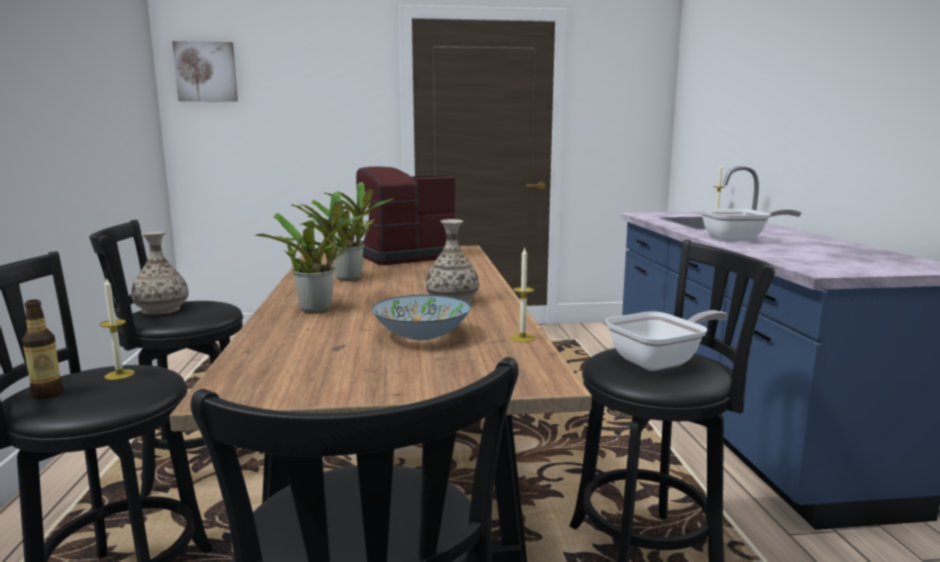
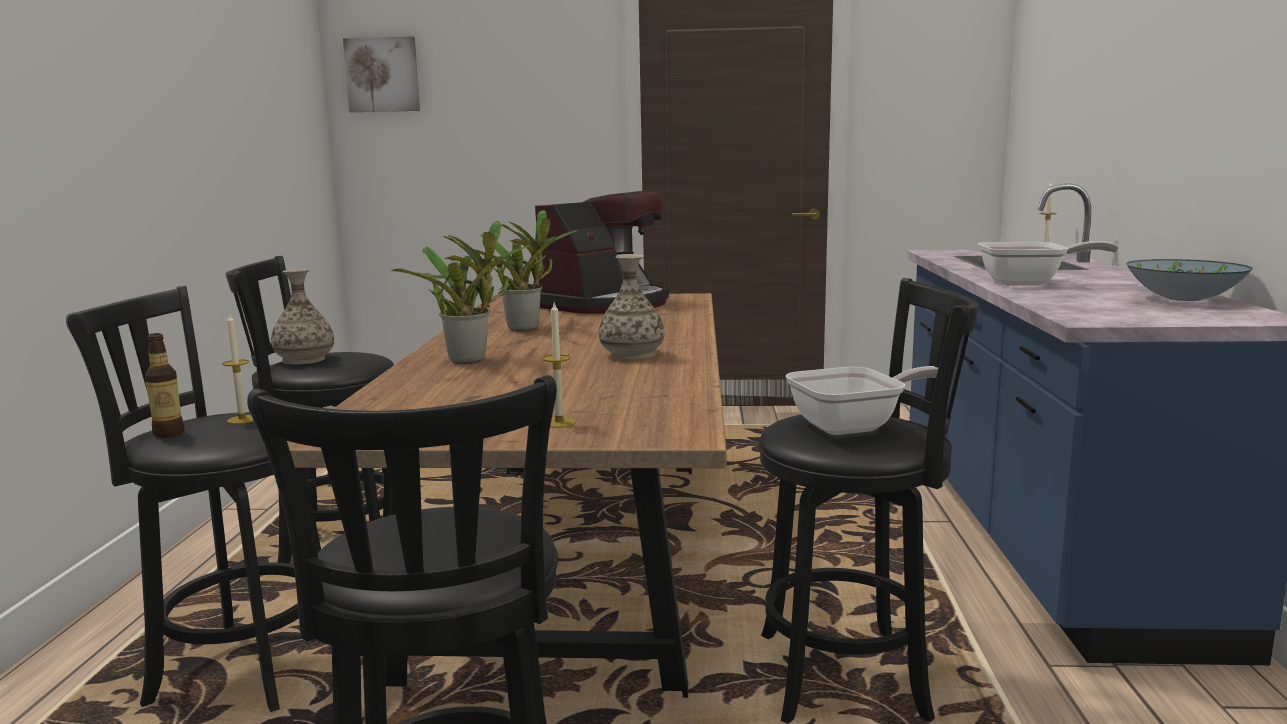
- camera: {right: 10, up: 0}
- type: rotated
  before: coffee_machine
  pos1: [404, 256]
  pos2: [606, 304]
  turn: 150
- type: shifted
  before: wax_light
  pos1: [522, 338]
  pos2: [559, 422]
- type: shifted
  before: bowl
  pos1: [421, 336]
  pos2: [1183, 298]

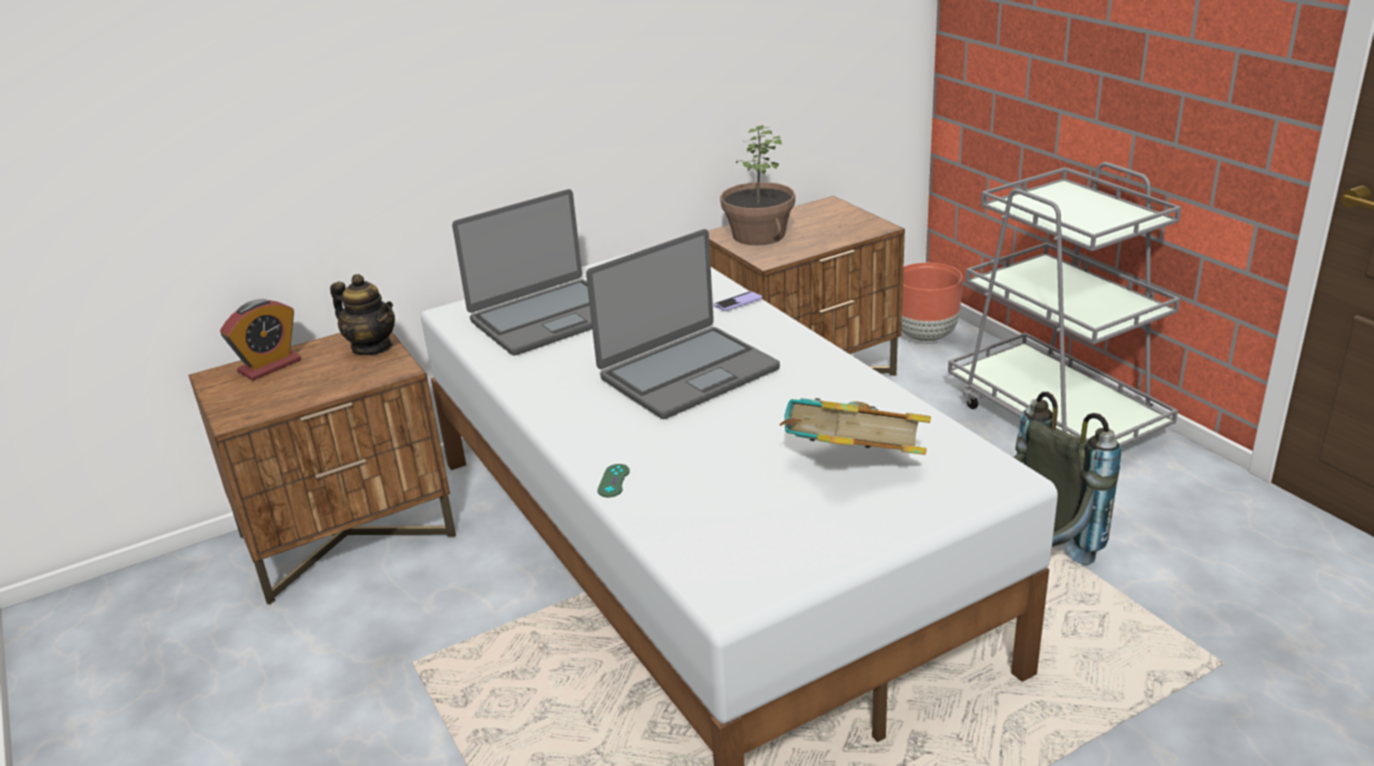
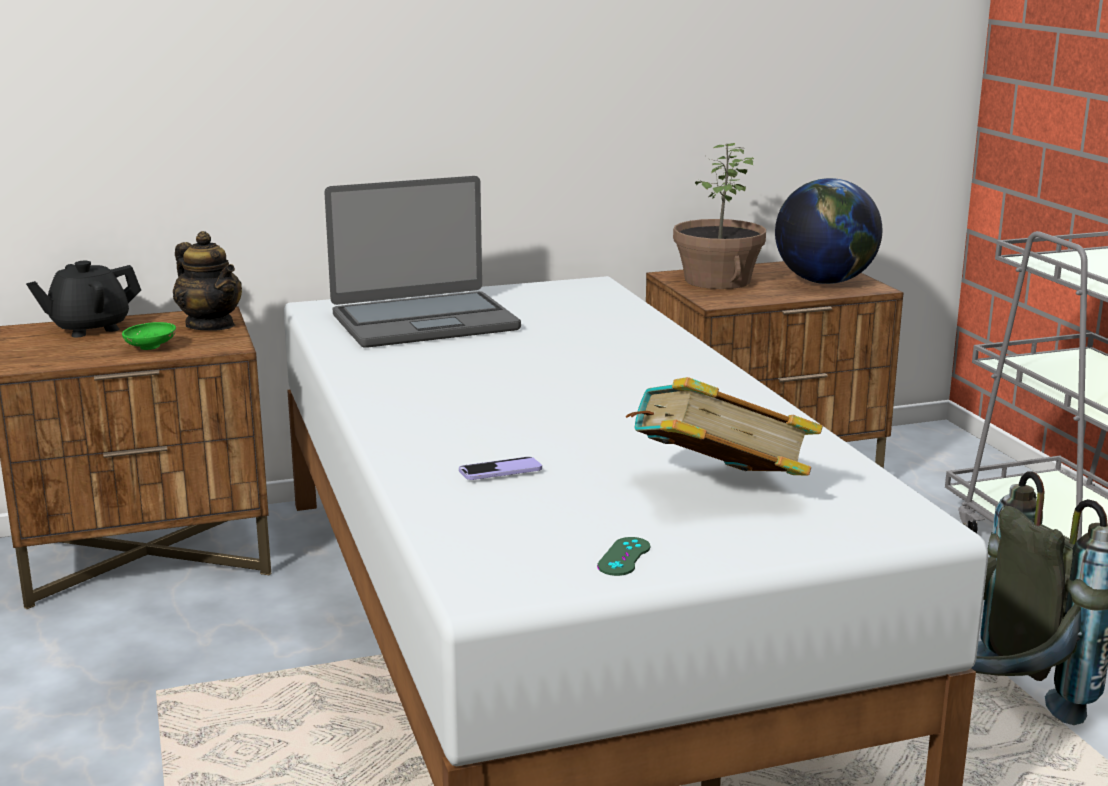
- camera: {right: 10, up: -10}
- type: gone
  before: portable_computer
  pos1: [687, 373]
- type: gone
  before: brownish_planter
  pos1: [924, 336]
- type: shifted
  before: handset
  pos1: [738, 303]
  pos2: [500, 471]
- type: swapped
  before: table_clock
  after: black-coloured_pot_for_tea
  pos1: [270, 366]
  pos2: [89, 328]
- type: shifted
  before: green_game_controller
  pos1: [613, 481]
  pos2: [624, 557]
- type: new
  after: globe
  pos2: [825, 282]
- type: new
  after: green_bowl
  pos2: [150, 348]

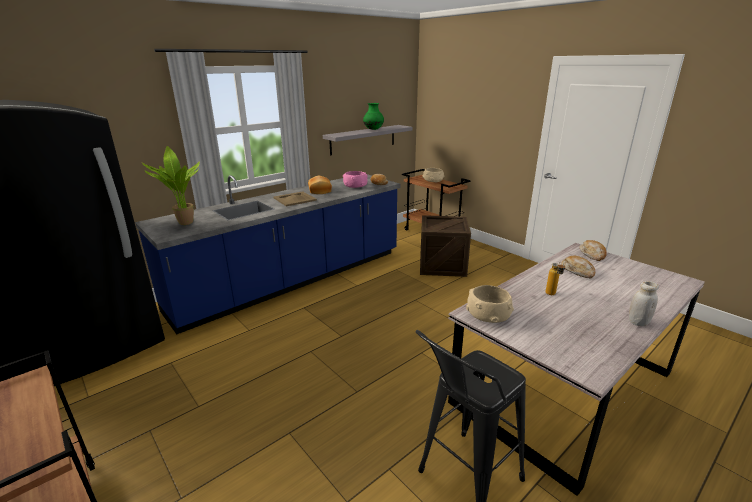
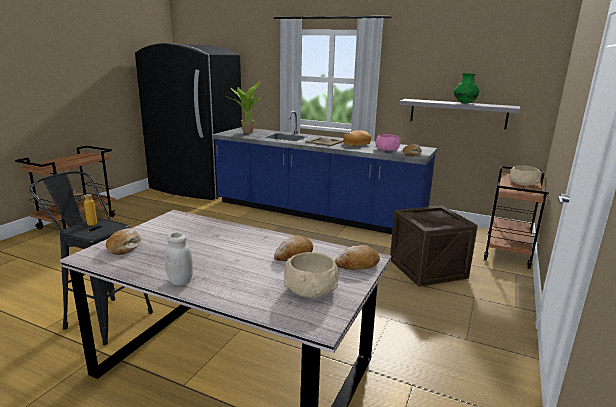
- camera: {right: 65, up: -5}
- type: shifted
  before: beverage_bottle
  pos1: [552, 295]
  pos2: [88, 224]
- type: shifted
  before: beige_bowl
  pos1: [487, 315]
  pos2: [310, 288]
- type: new
  after: bakery_bread
  pos2: [125, 247]

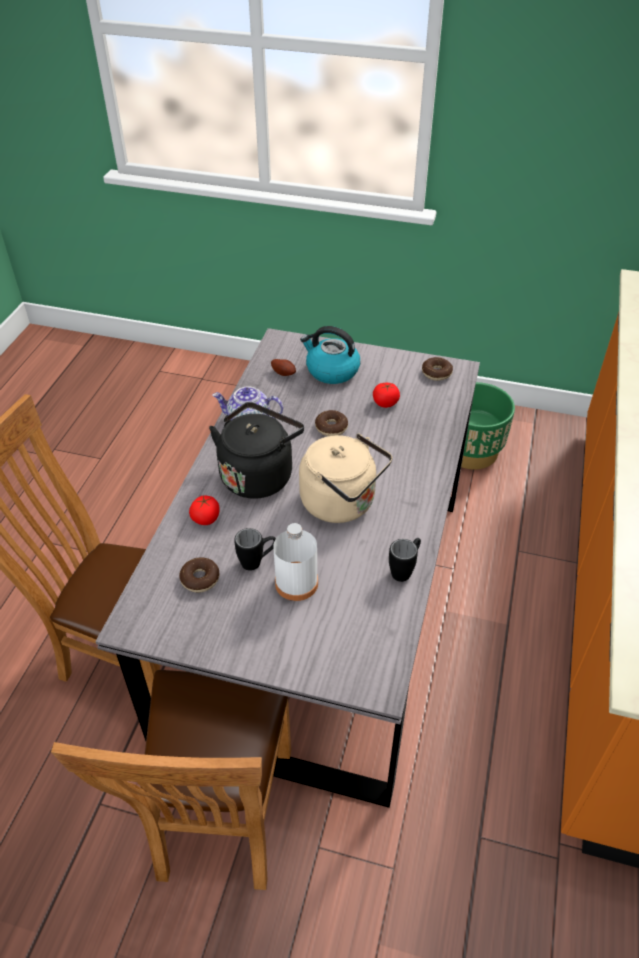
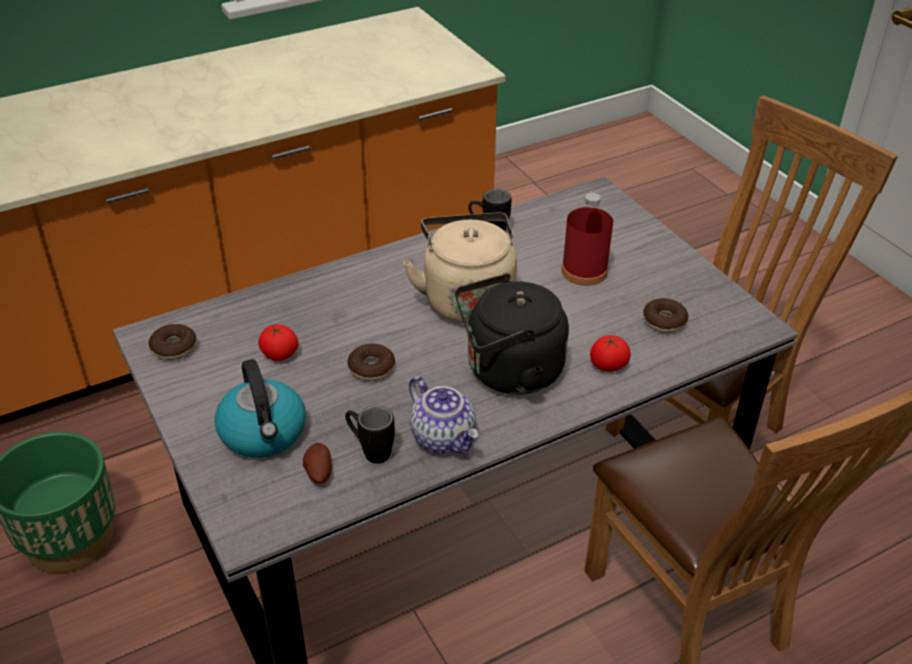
- camera: {right: -135, up: -5}
- type: repainted
  before: white-coloured_beverage_bottle
  after: reddish_beverage_bottle
  pos1: [296, 583]
  pos2: [584, 271]
- type: shifted
  before: black-coloured_tea_mug
  pos1: [257, 562]
  pos2: [370, 451]

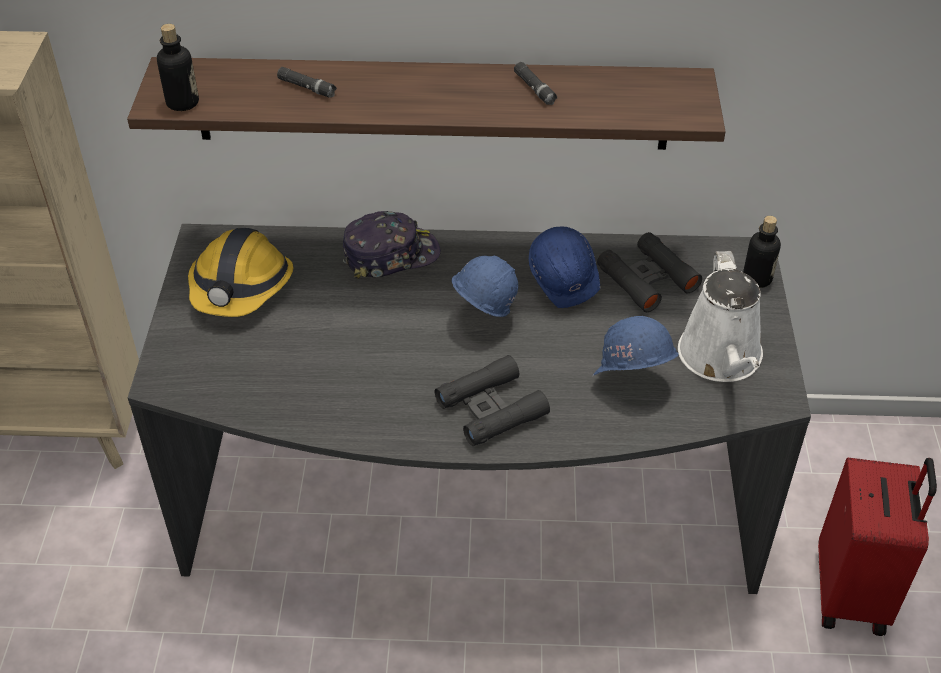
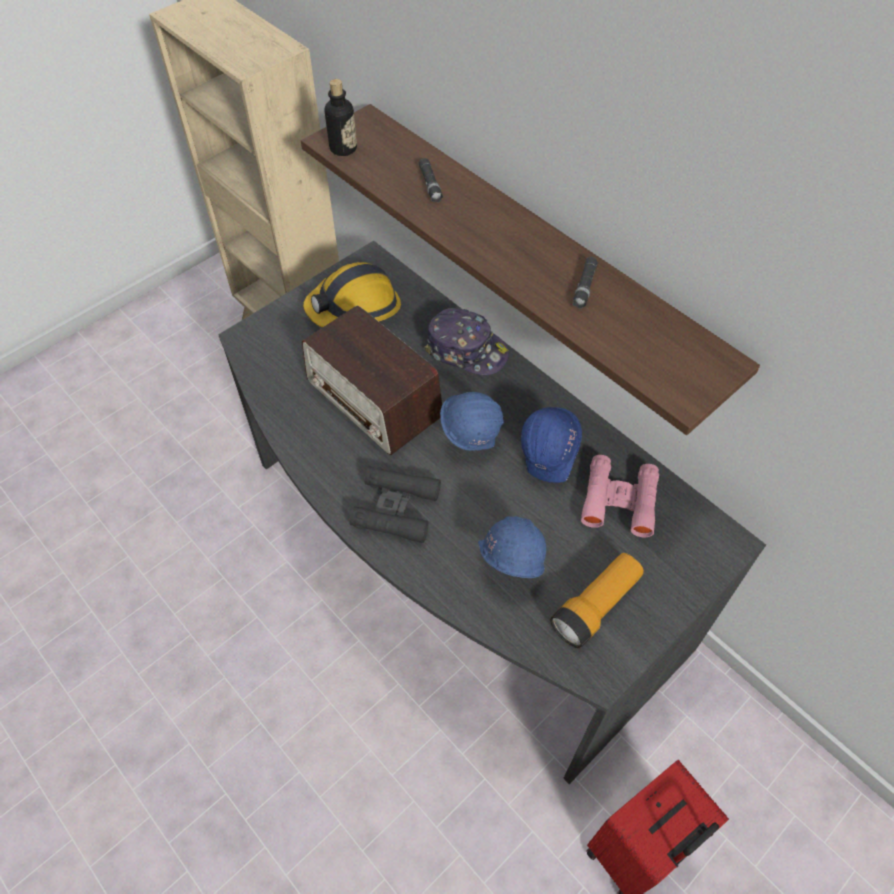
- camera: {right: 45, up: 10}
- type: gone
  before: beverage_bottle
  pos1: [757, 279]
- type: repainted
  before: black-coloured_binoculars
  after: pink-coloured_binoculars
  pos1: [647, 279]
  pos2: [619, 500]
- type: swapped
  before: white-coloured_sprinkling_can
  after: hand_torch
  pos1: [721, 359]
  pos2: [596, 606]
- type: new
  after: radio_receiver
  pos2: [374, 399]

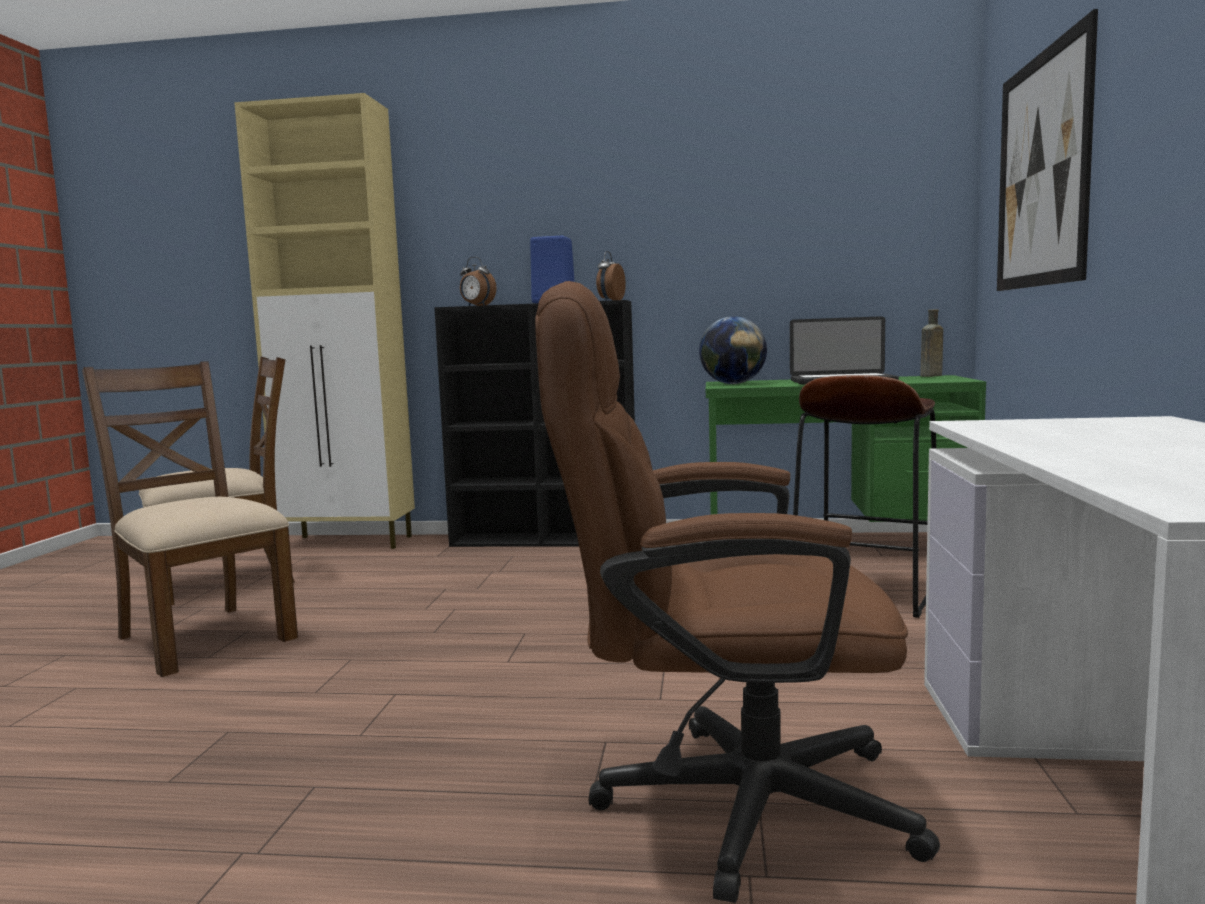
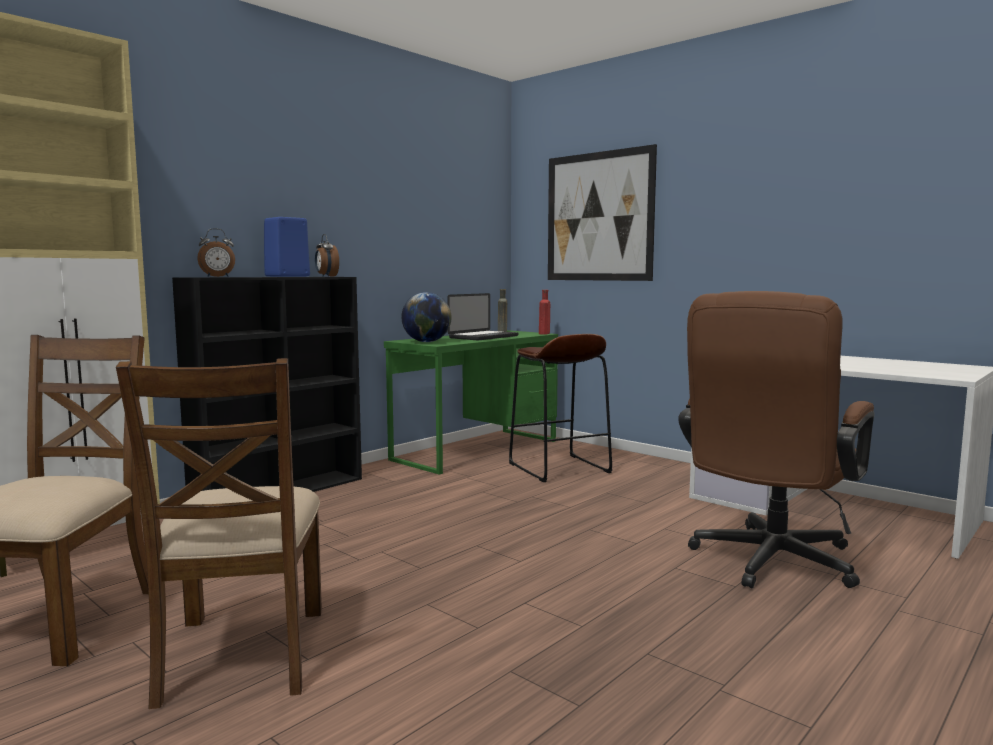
- camera: {right: -55, up: 0}
- type: rotated
  before: brownish_chair
  pos1: [203, 637]
  pos2: [242, 654]
  turn: -90
- type: new
  after: reddish_beverage_bottle
  pos2: [544, 333]

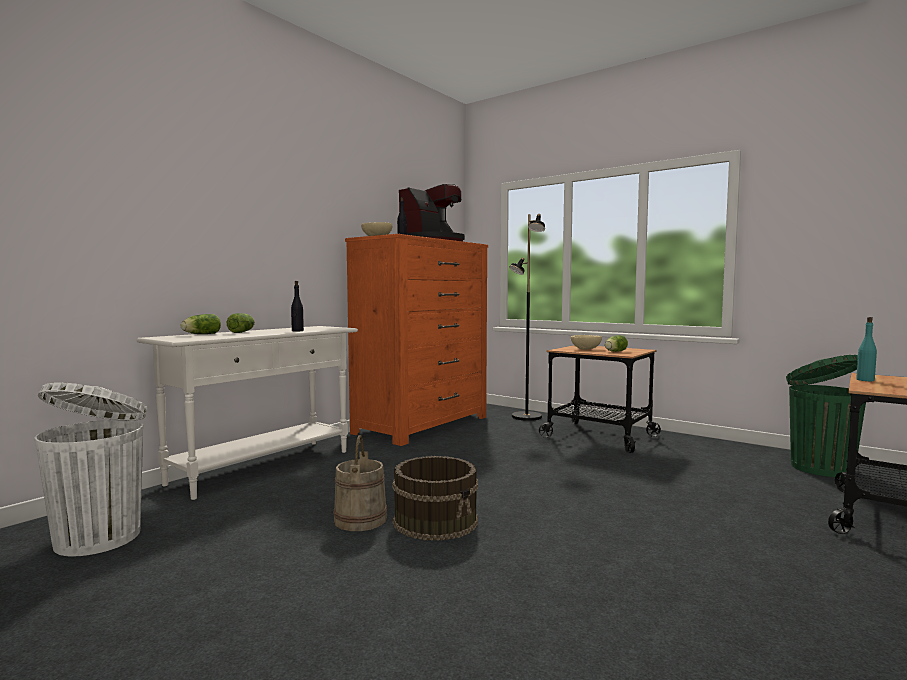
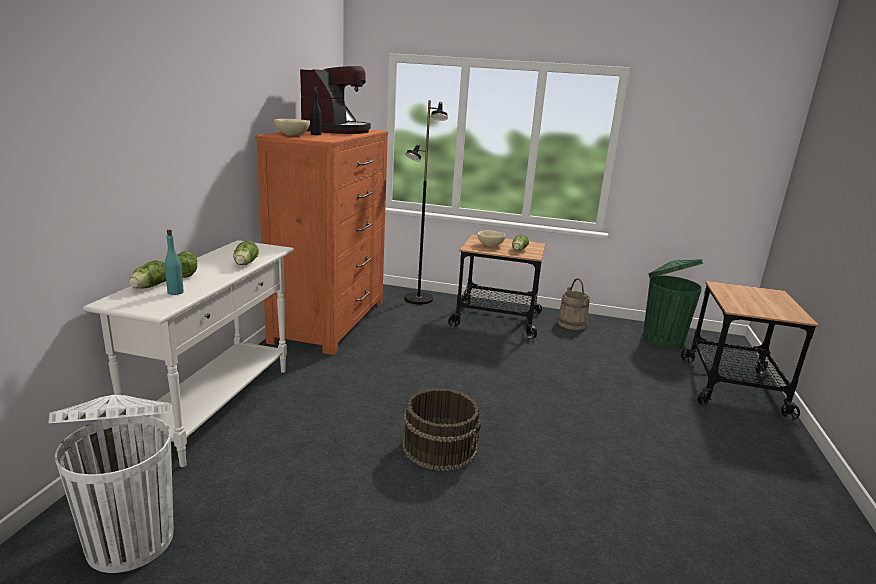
- camera: {right: -25, up: 15}
- type: swapped
  before: black-coloured_beverage_bottle
  after: lettuce
  pos1: [297, 331]
  pos2: [245, 264]
- type: shifted
  before: turquoise-coloured_beverage_bottle
  pos1: [865, 380]
  pos2: [175, 292]
- type: shifted
  before: beige_pail
  pos1: [360, 519]
  pos2: [571, 324]

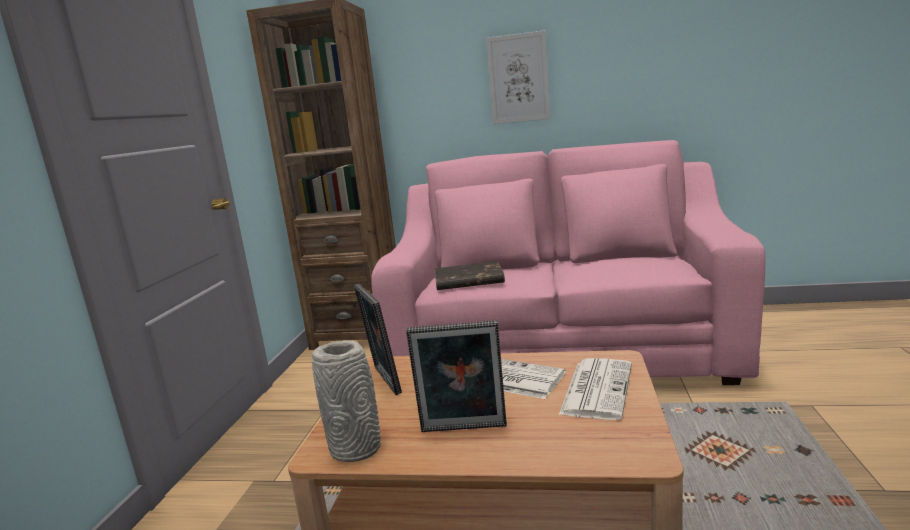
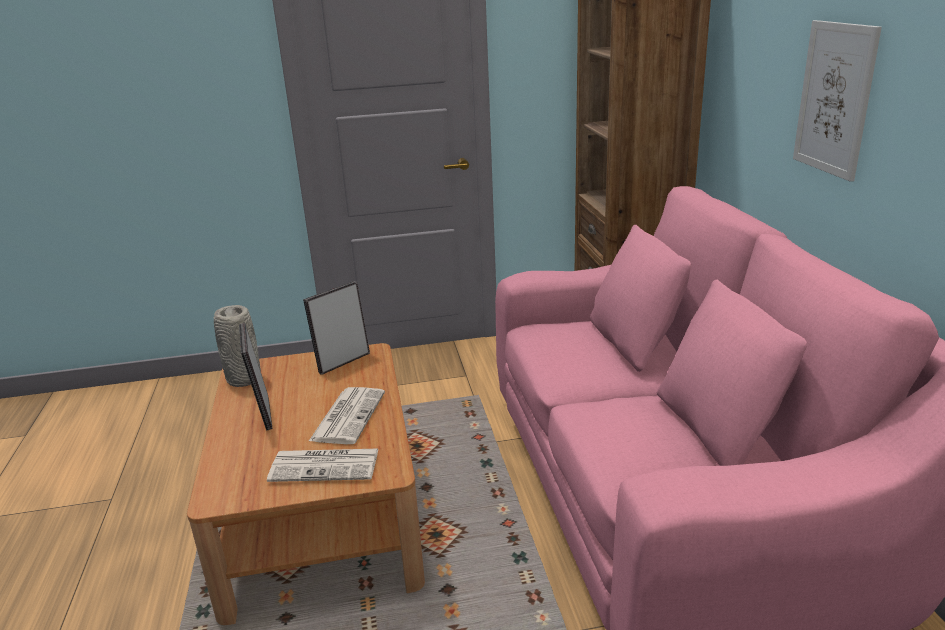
- camera: {right: 70, up: 10}
- type: gone
  before: brownish_bound_book
  pos1: [468, 280]

